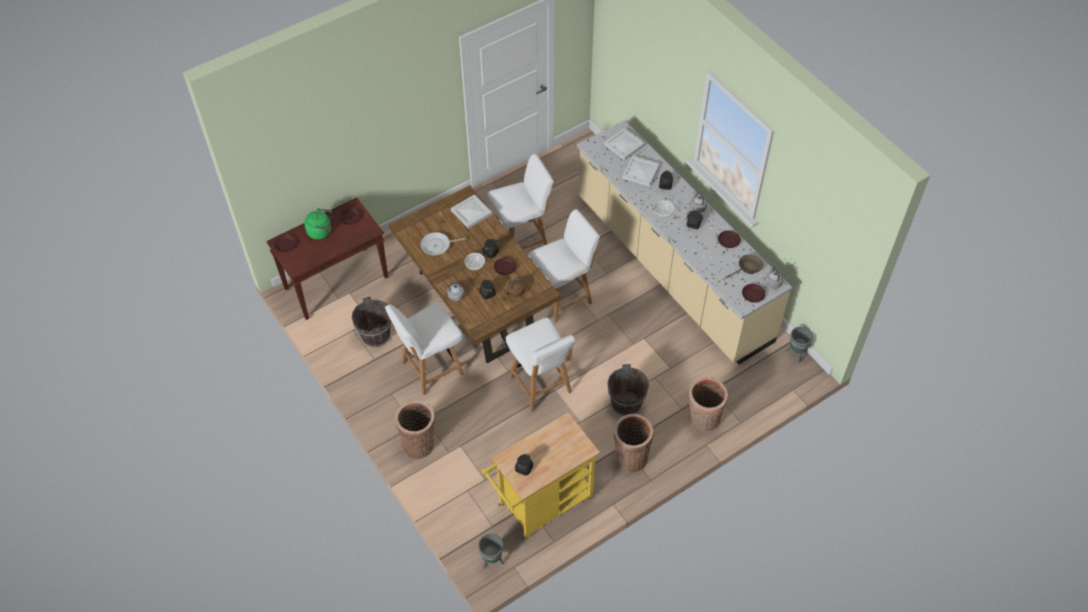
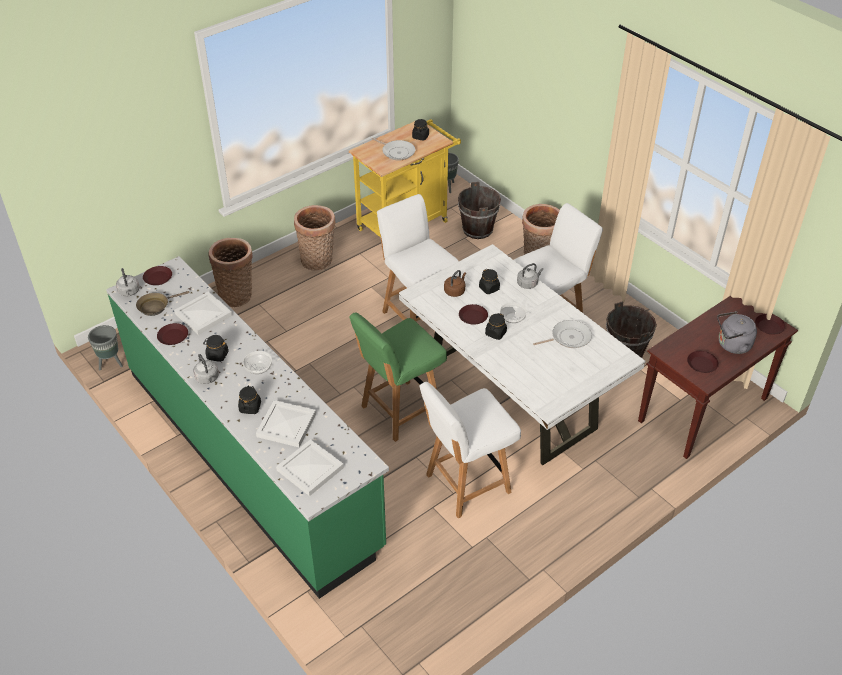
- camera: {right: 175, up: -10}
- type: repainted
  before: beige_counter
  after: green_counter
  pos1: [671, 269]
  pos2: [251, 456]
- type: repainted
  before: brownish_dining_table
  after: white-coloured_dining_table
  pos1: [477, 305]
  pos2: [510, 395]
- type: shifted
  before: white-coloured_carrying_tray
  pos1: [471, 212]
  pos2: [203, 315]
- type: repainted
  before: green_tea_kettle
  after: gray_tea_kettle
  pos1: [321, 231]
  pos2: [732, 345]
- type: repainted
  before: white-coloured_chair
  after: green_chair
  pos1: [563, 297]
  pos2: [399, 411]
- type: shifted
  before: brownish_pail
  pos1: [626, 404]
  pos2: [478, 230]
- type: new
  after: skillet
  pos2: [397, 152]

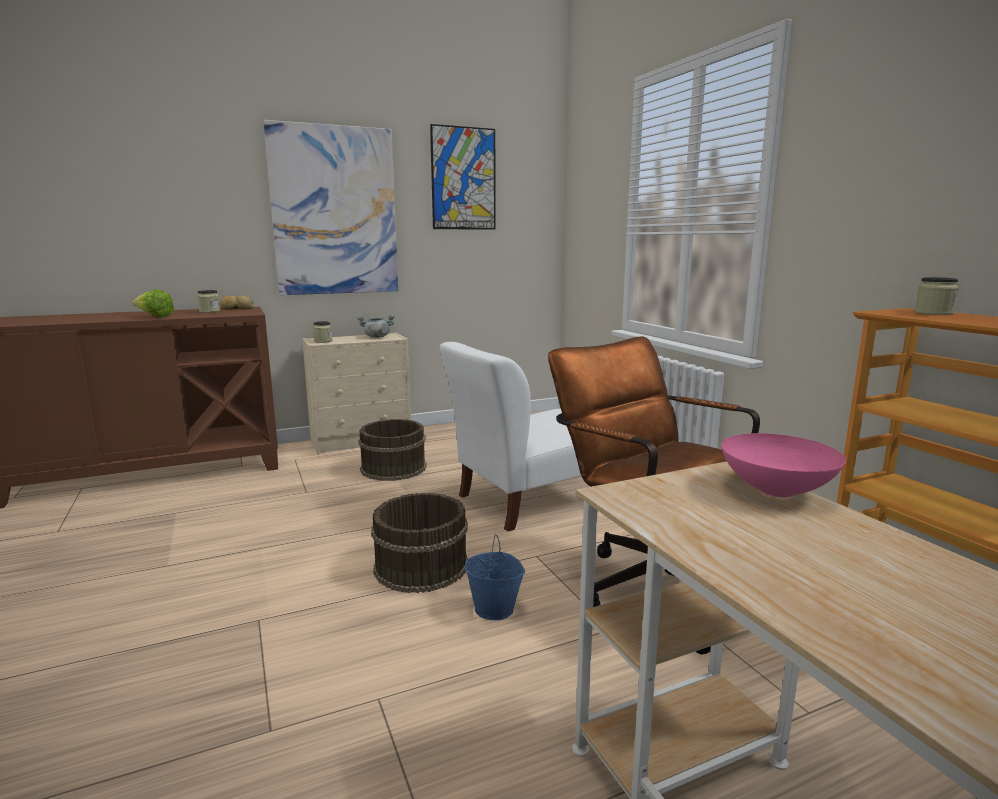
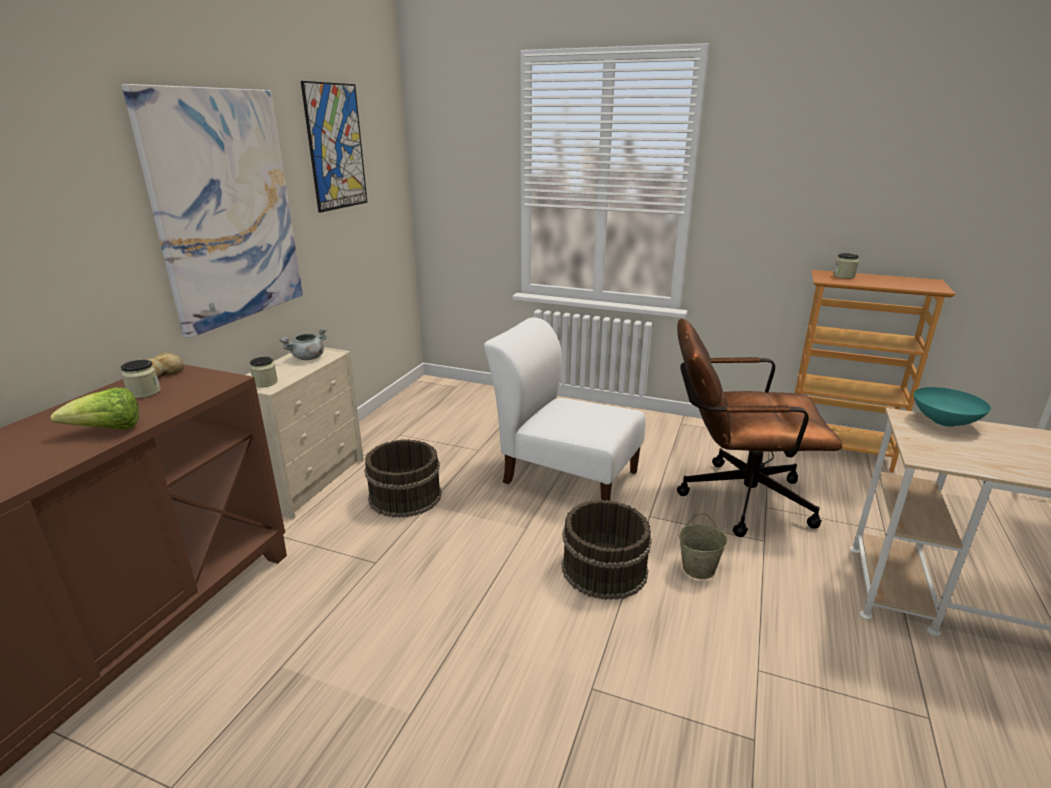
- camera: {right: -45, up: 10}
- type: rotated
  before: white-coloured_chair
  pos1: [527, 501]
  pos2: [565, 475]
  turn: 105
- type: repainted
  before: pink-coloured_bowl
  after: turquoise-coloured_bowl
  pos1: [778, 491]
  pos2: [945, 422]
- type: repainted
  before: bluish_pail
  after: beige_pail
  pos1: [495, 609]
  pos2: [699, 568]

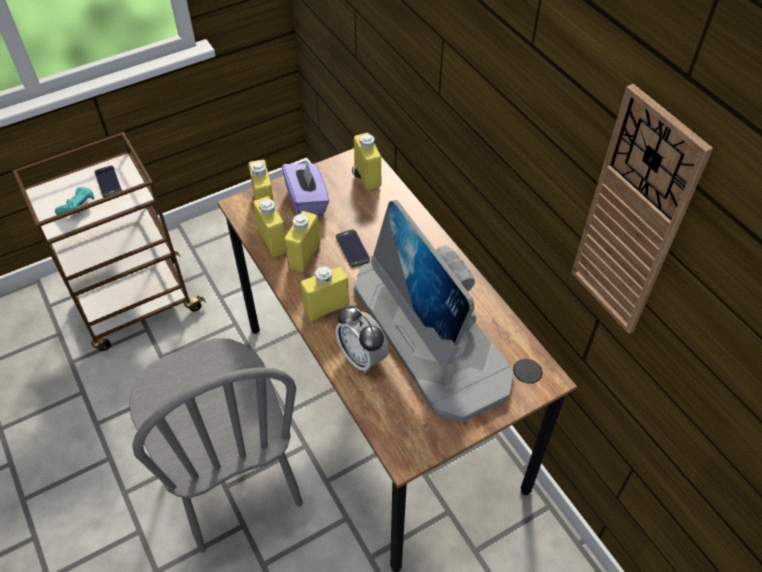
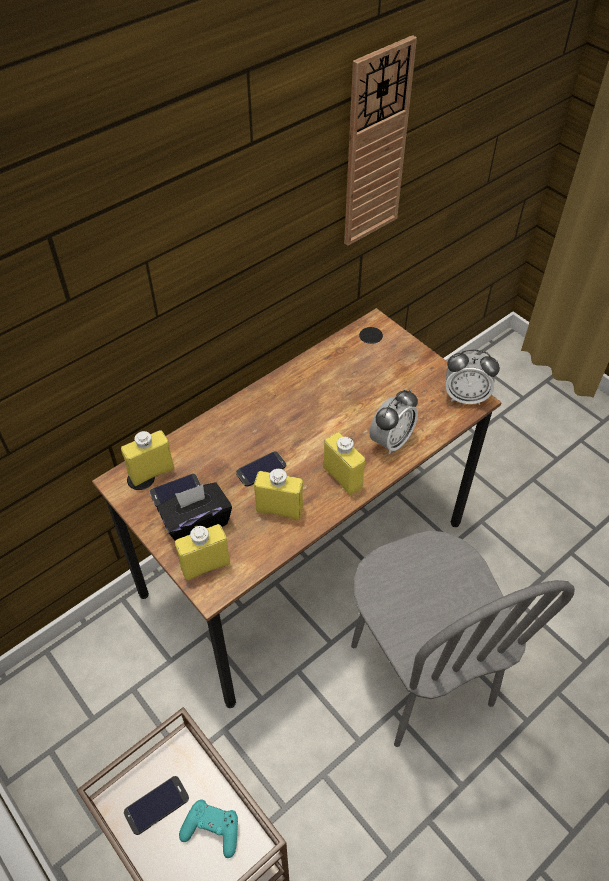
- camera: {right: -100, up: 0}
- type: repainted
  before: purple-coloured_tissue_holder
  after: black-coloured_tissue_holder
  pos1: [307, 201]
  pos2: [197, 522]
- type: gone
  before: yellow_beverage_bottle
  pos1: [273, 241]
- type: gone
  before: computer_display
  pos1: [431, 333]
- type: rotated
  before: gray_chair
  pos1: [232, 482]
  pos2: [419, 675]
  turn: 105
- type: new
  after: table_clock
  pos2: [465, 397]
- type: new
  after: handset
  pos2: [176, 491]

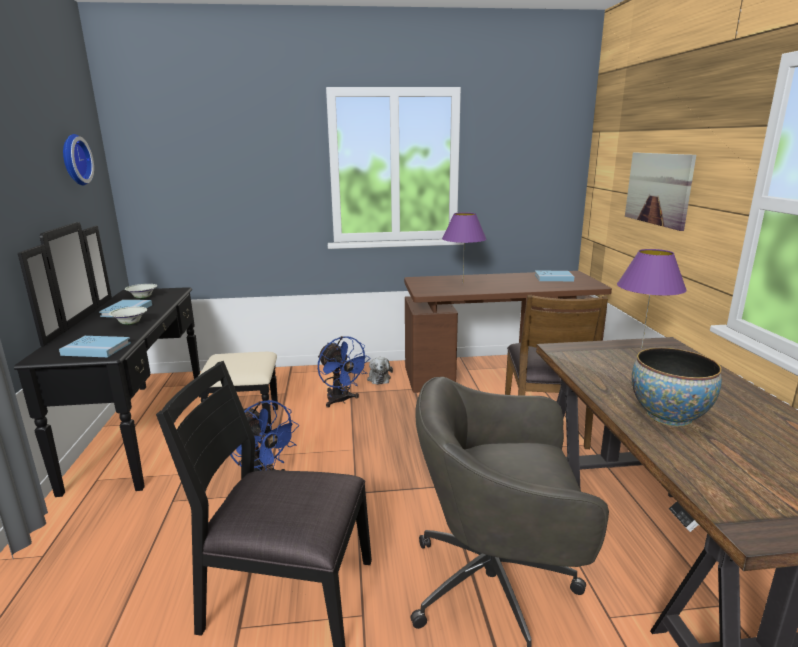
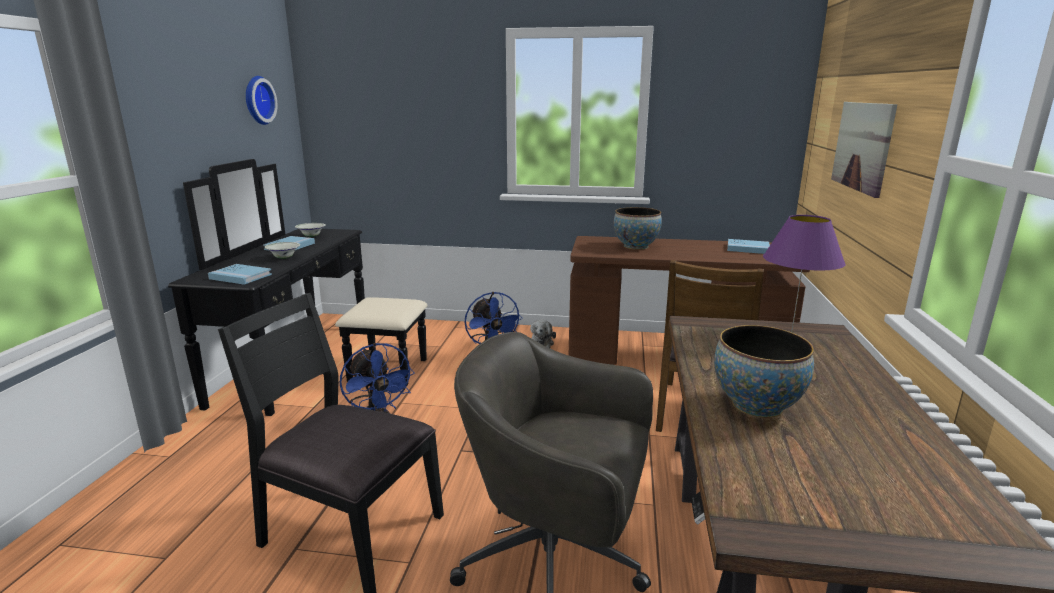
- camera: {right: 15, up: 0}
- type: swapped
  before: purple-coloured_table_lamp
  after: bowl
  pos1: [463, 283]
  pos2: [636, 246]

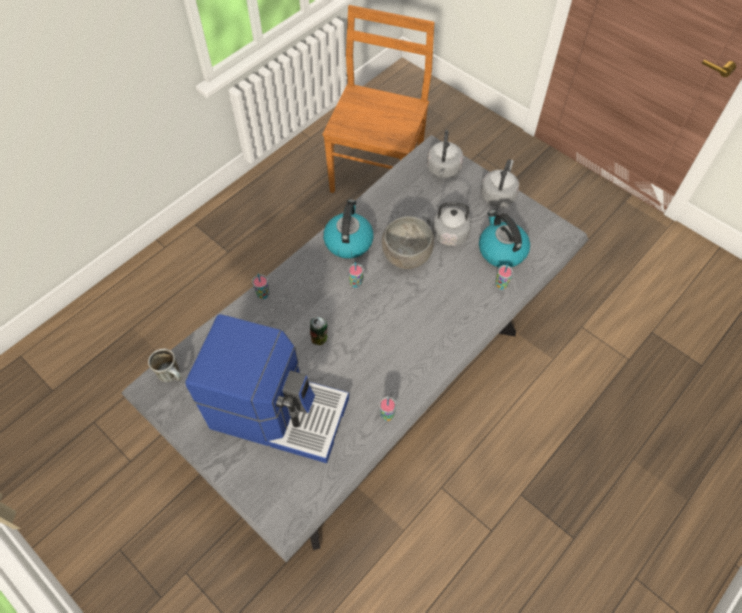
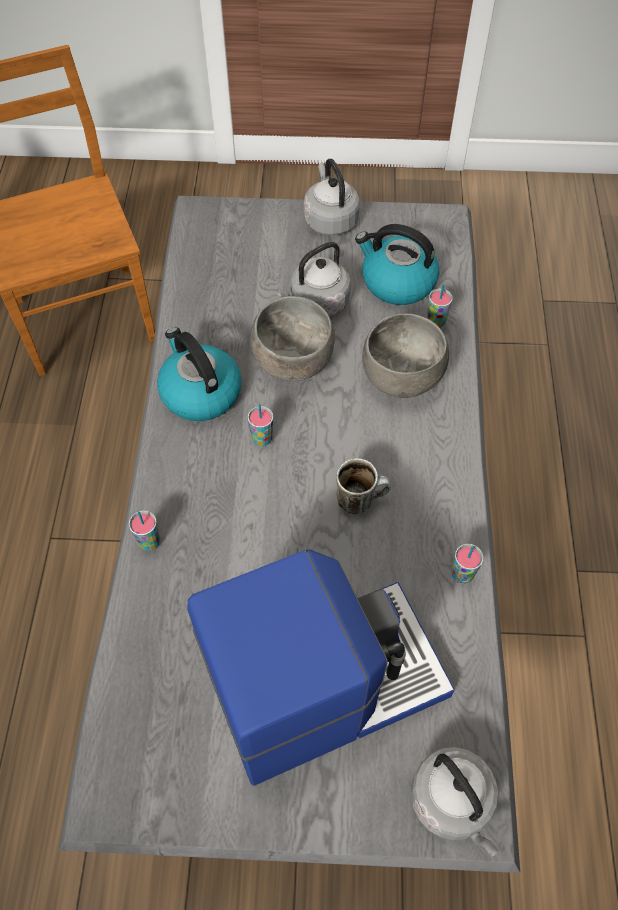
- camera: {right: -40, up: 0}
- type: shifted
  before: gray_tea_kettle
  pos1: [443, 170]
  pos2: [453, 803]
- type: gone
  before: metal_can
  pos1: [320, 338]
- type: shifted
  before: tea_mug
  pos1: [173, 375]
  pos2: [361, 499]
- type: new
  after: gray_bowl
  pos2: [401, 377]

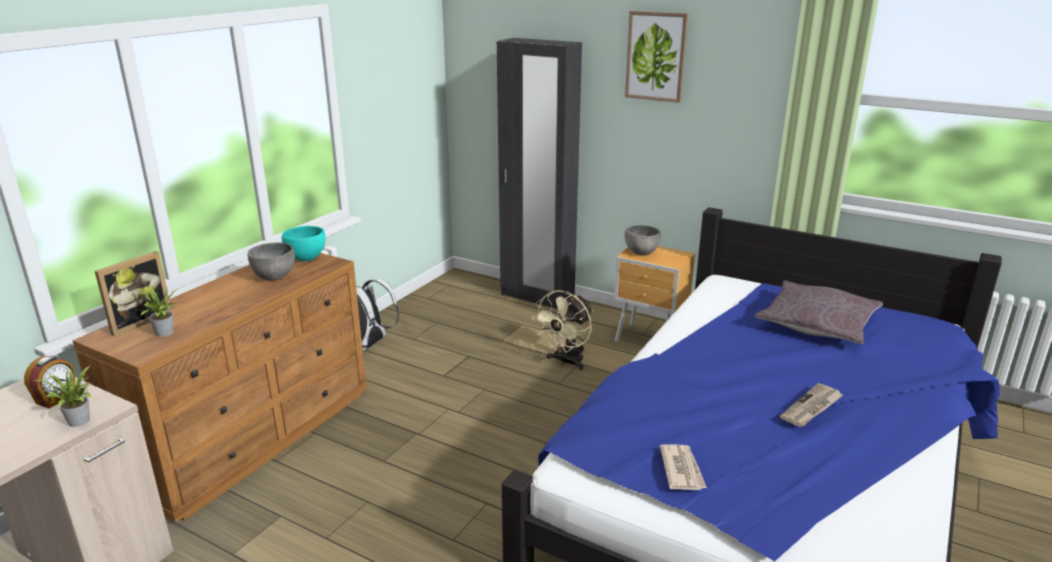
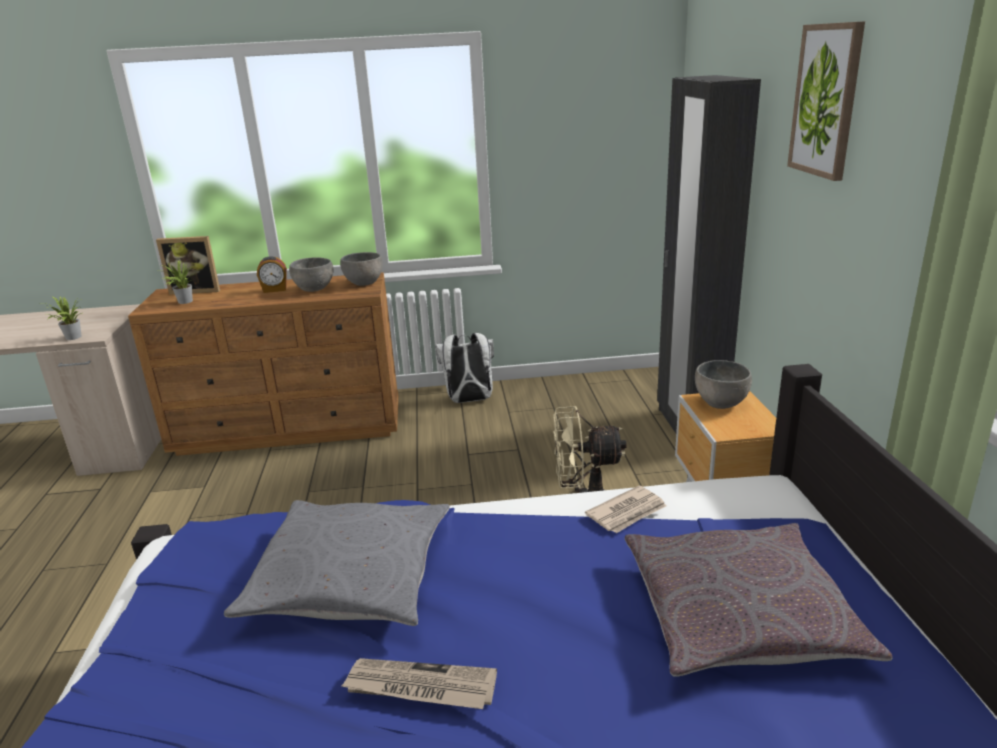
- camera: {right: 55, up: 0}
- type: repainted
  before: turquoise-coloured_bowl
  after: gray_bowl
  pos1: [306, 257]
  pos2: [364, 283]
- type: shifted
  before: table_clock
  pos1: [57, 399]
  pos2: [275, 290]
- type: shifted
  before: printed_paper
  pos1: [682, 469]
  pos2: [627, 512]
- type: new
  after: gray_throw_pillow
  pos2: [351, 577]

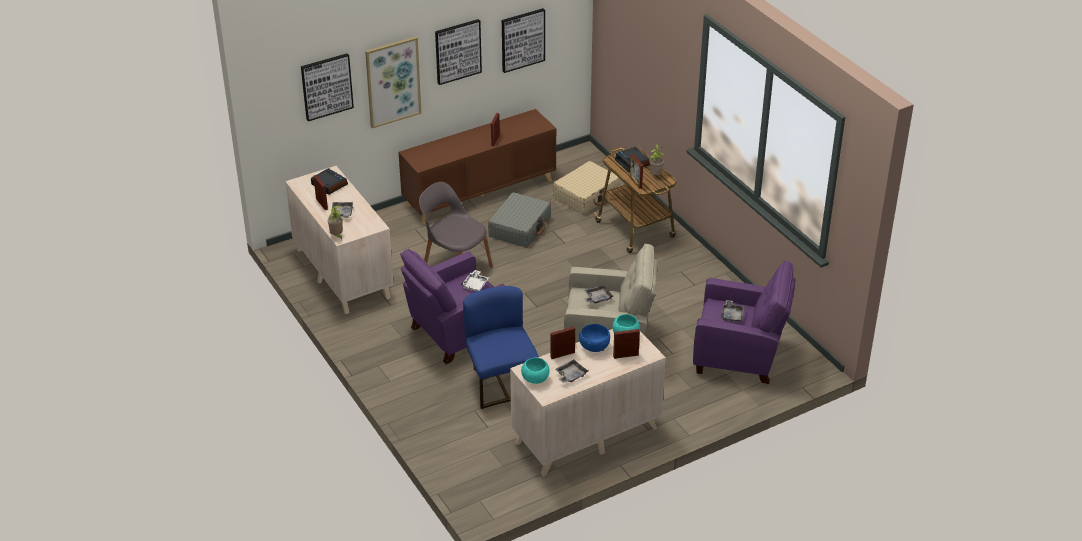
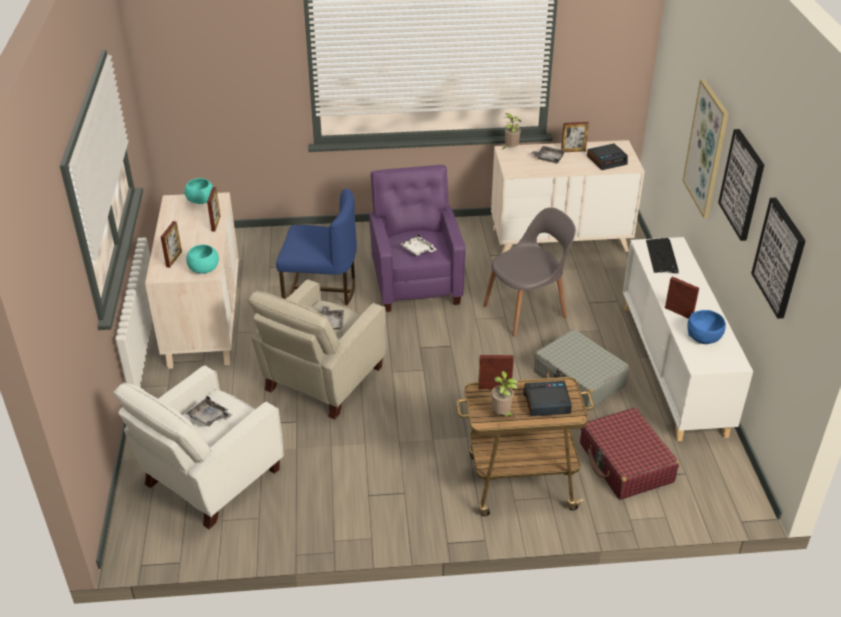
- camera: {right: 115, up: 0}
- type: gone
  before: wall_picture
  pos1: [326, 86]
- type: repainted
  before: brownish_cupboard
  after: white-coloured_cupboard
  pos1: [480, 192]
  pos2: [673, 368]
- type: repainted
  before: beige_suitcase
  after: reddish_suitcase
  pos1: [587, 195]
  pos2: [625, 463]
- type: repainted
  before: purple-coloured_lounge_chair
  after: white-coloured_lounge_chair
  pos1: [740, 357]
  pos2: [208, 479]
- type: shifted
  before: bluish_bowl
  pos1: [594, 346]
  pos2: [704, 337]
- type: gone
  before: gray_carrying_tray
  pos1: [570, 375]
- type: new
  after: PC_keyboard
  pos2: [662, 256]

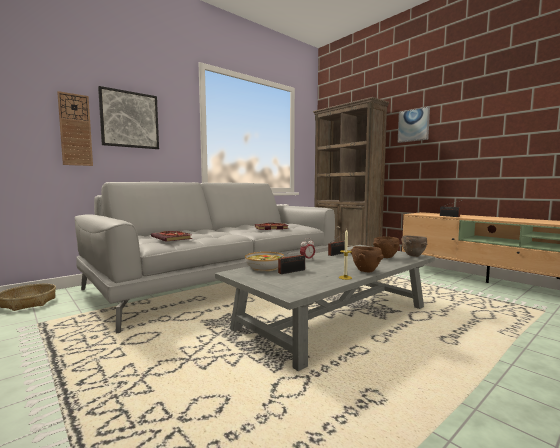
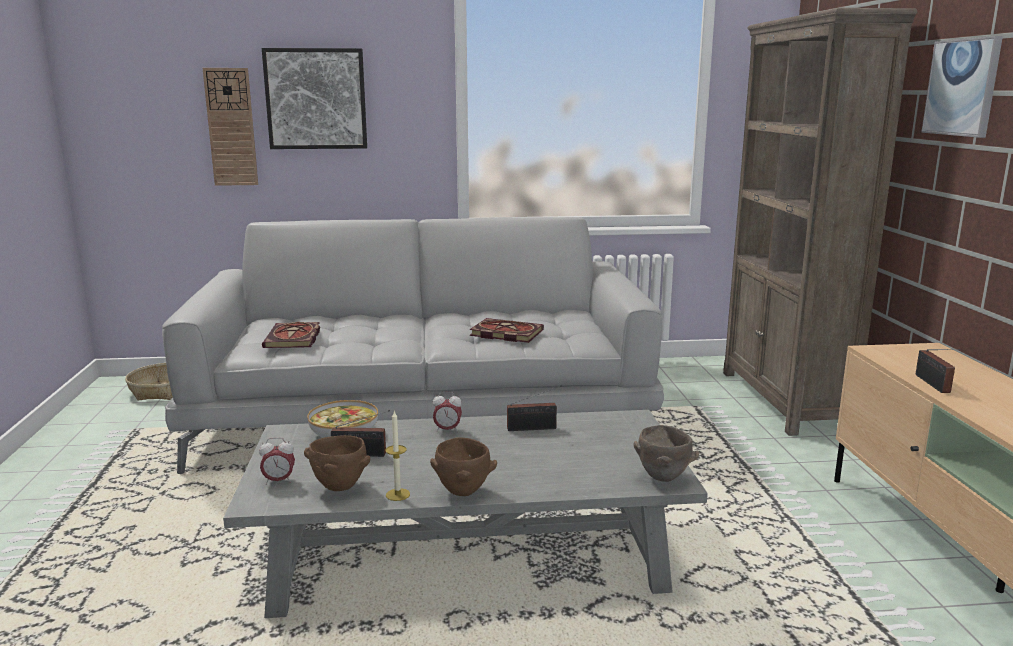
- camera: {right: 35, up: 10}
- type: shifted
  before: brownish_bowl
  pos1: [386, 257]
  pos2: [341, 487]
- type: new
  after: table_clock
  pos2: [279, 481]

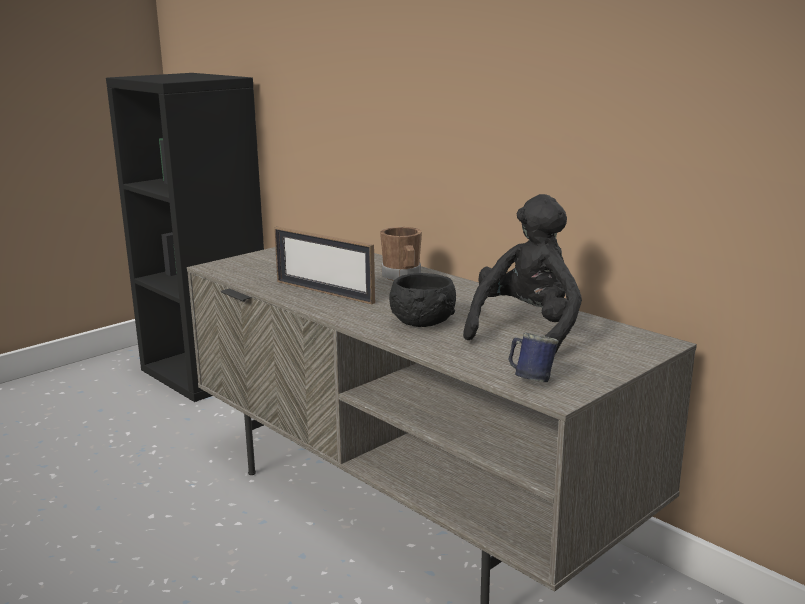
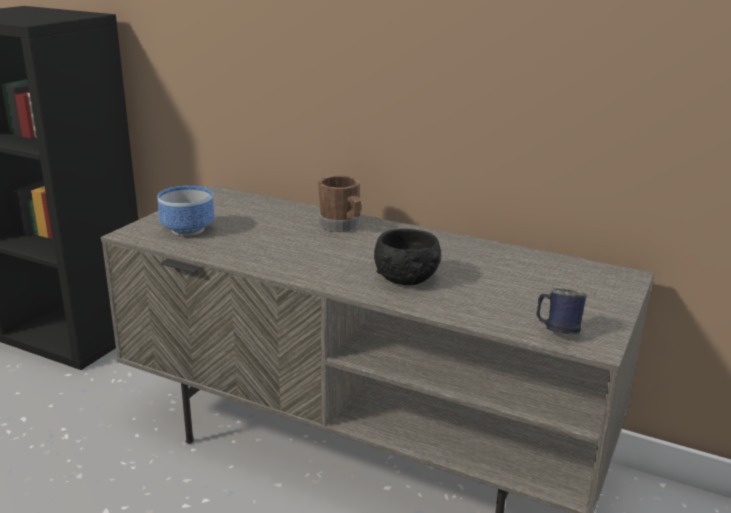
- camera: {right: -20, up: 5}
- type: gone
  before: black-coloured_cuddly_toy
  pos1: [526, 331]
- type: gone
  before: standing_frame
  pos1: [324, 292]
- type: new
  after: bowl
  pos2: [186, 230]

